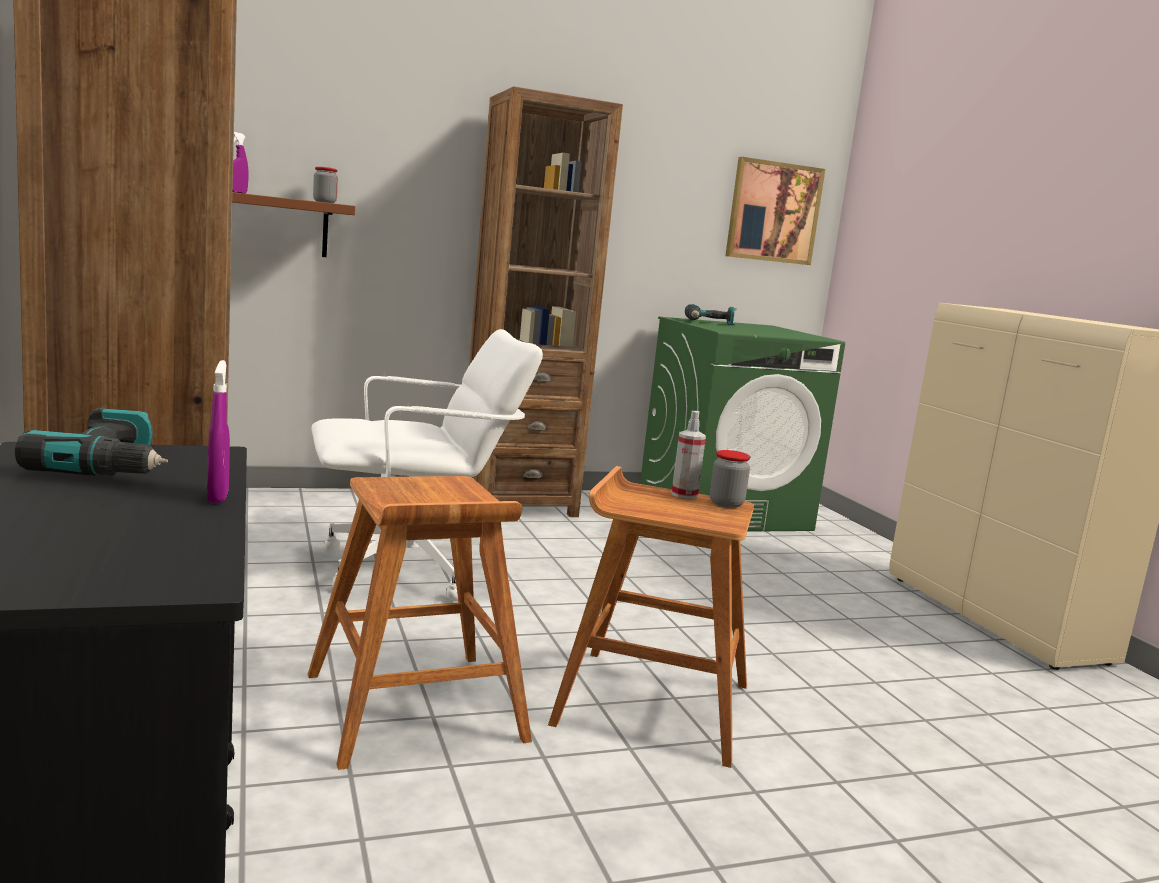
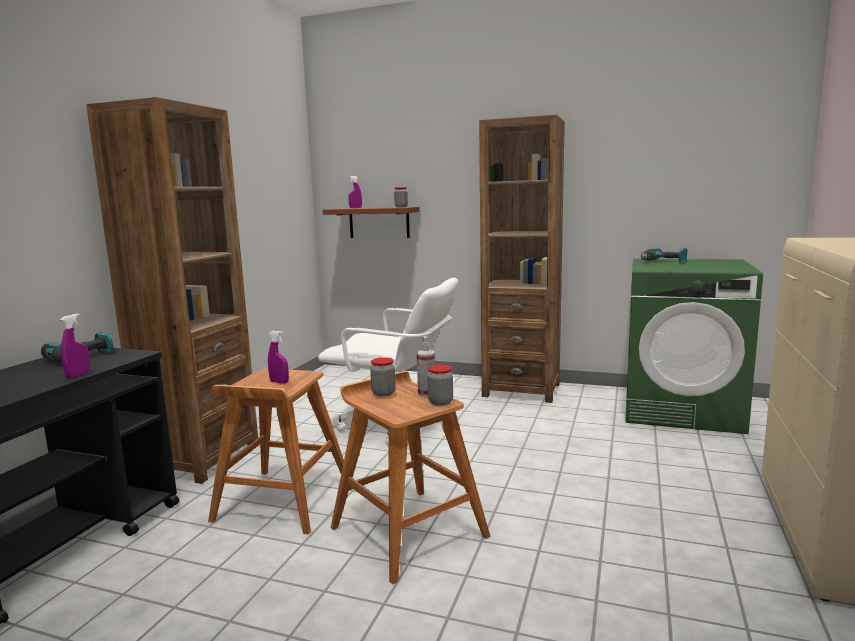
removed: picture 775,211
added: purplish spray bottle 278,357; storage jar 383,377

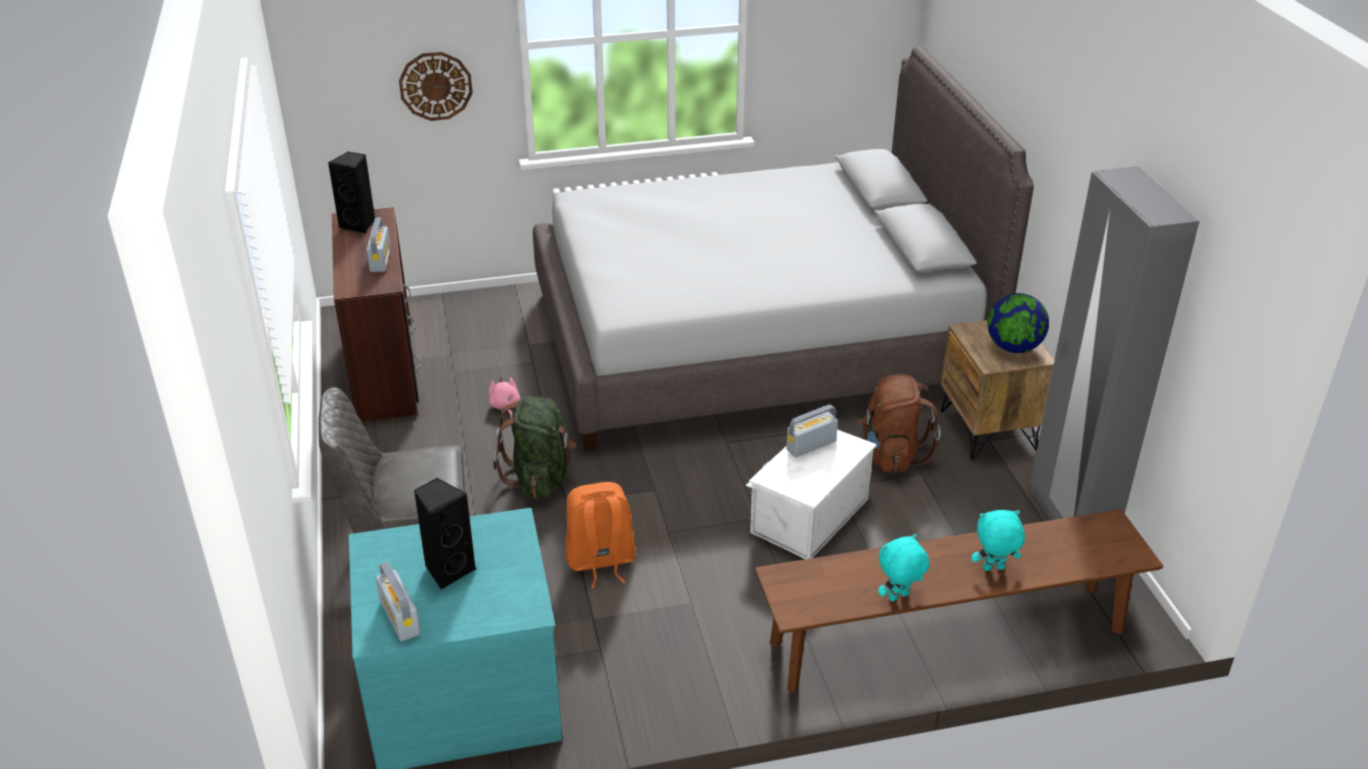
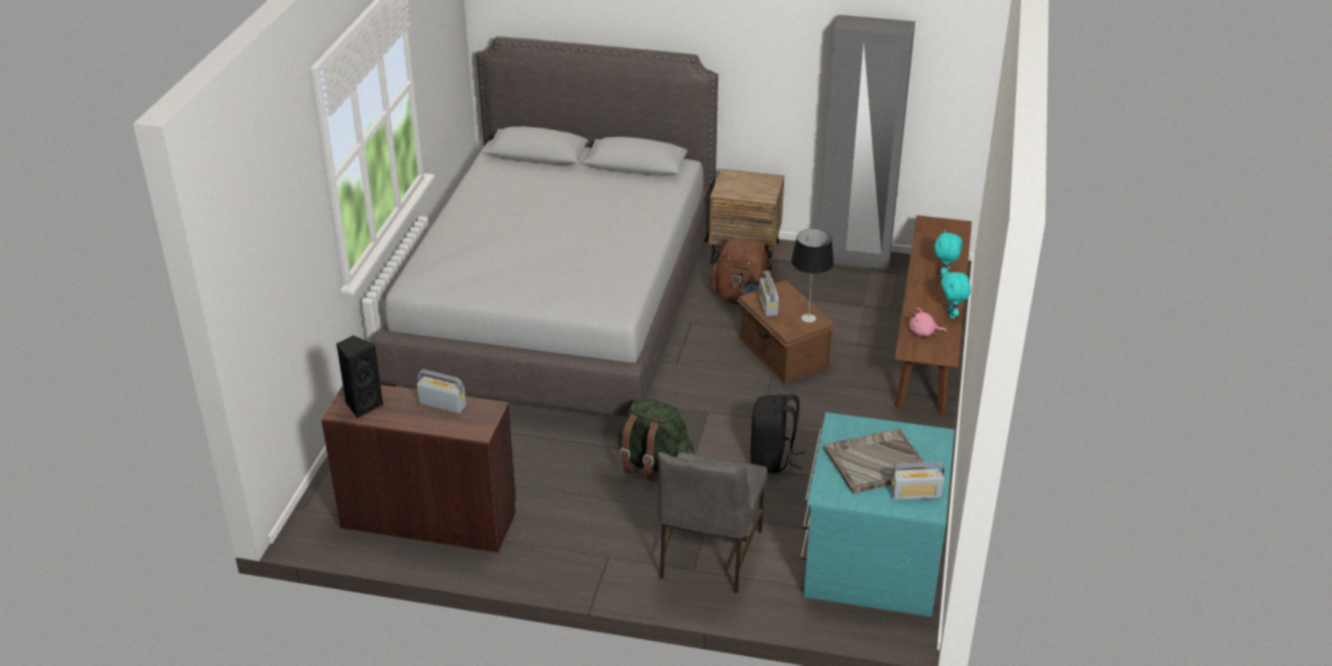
removed: hanging clock 436,86; globe 1018,323
added: table lamp 812,275
moved: pink cuddly toy 505,397 to 928,322
replaced: black speaker 444,534 to grey tray 876,461
recoloured: orange backpack 601,535 to black backpack 777,434; whitish storage container 811,494 to brown-coloured storage container 786,331

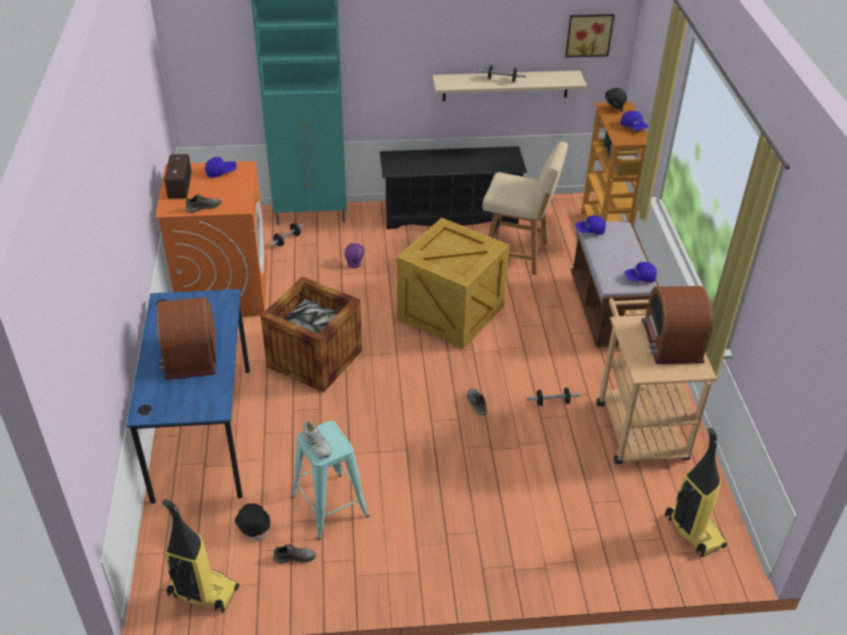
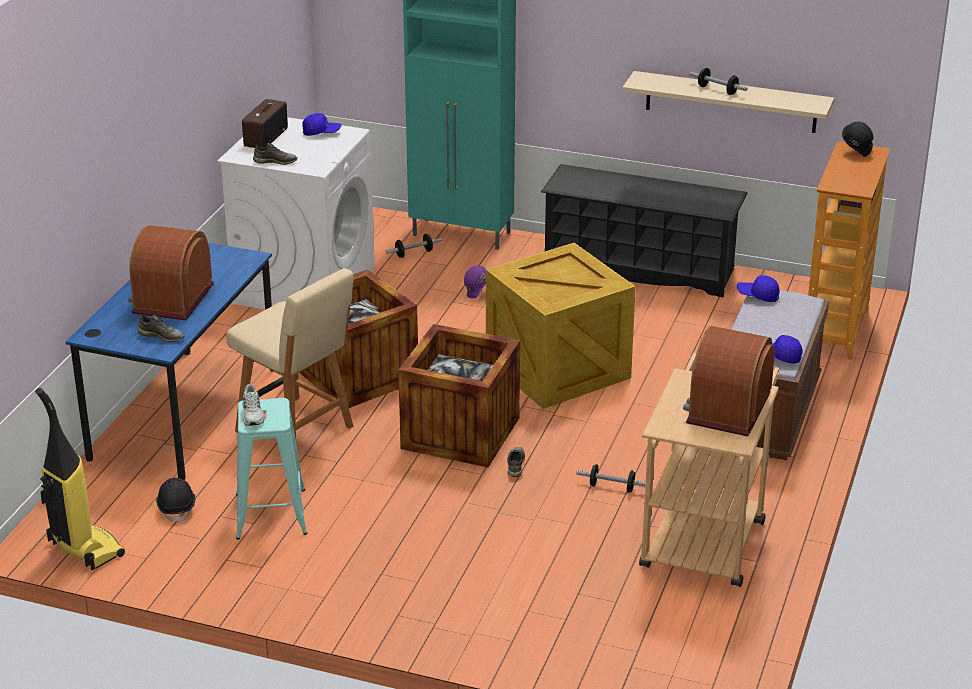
removed: picture 589,36; bluish peaked cap 635,121; vacuum 696,492
added: crate 459,395
moved: grey shoe 294,554 to 161,328; beige upright chair 525,208 to 289,353
recoloured: orange laundry machine 211,239 to whitish laundry machine 296,213

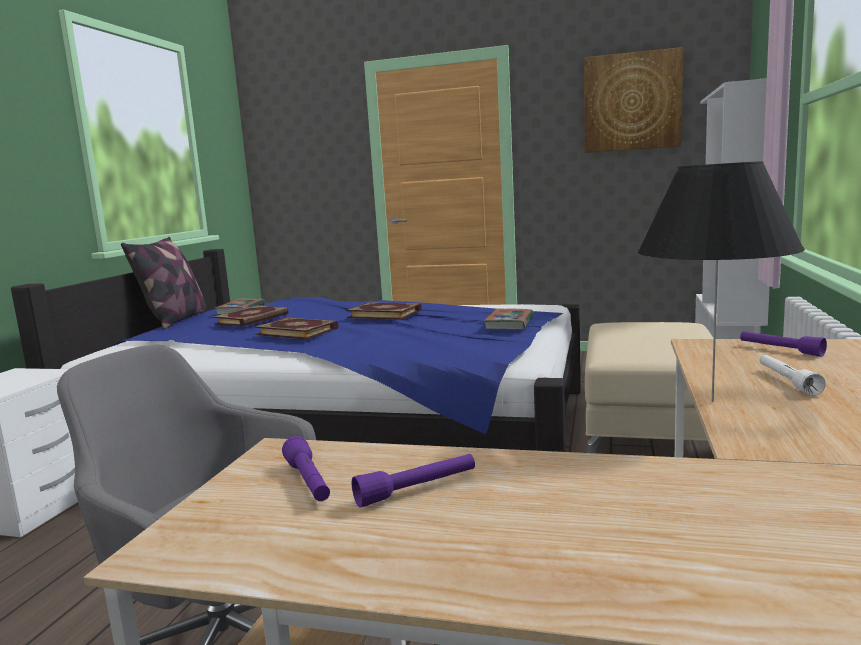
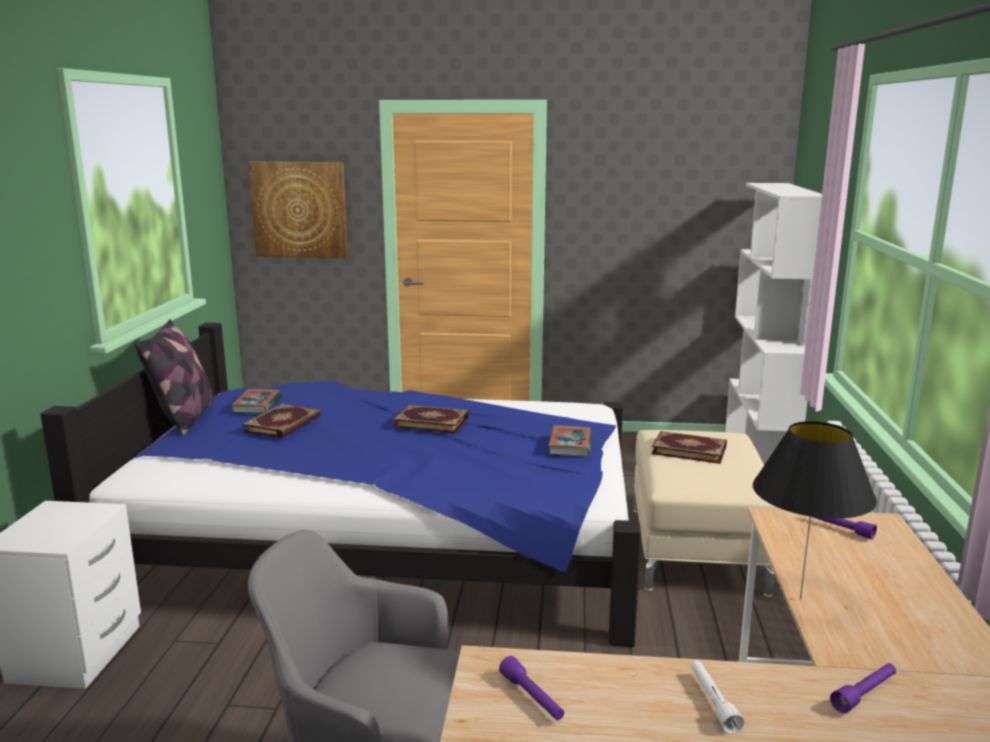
moved: book 296,329 to 689,447; purplish hand torch 413,480 to 863,688; picture 633,100 to 298,209; whitish hand torch 793,375 to 717,697

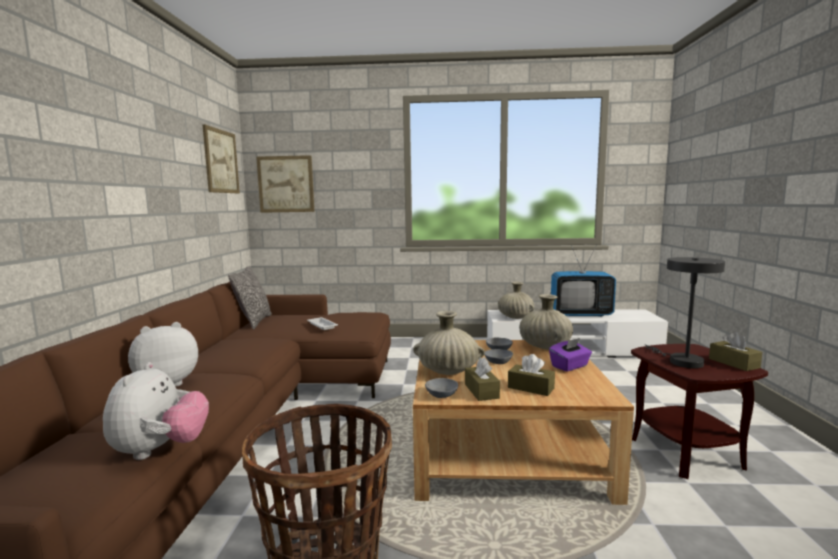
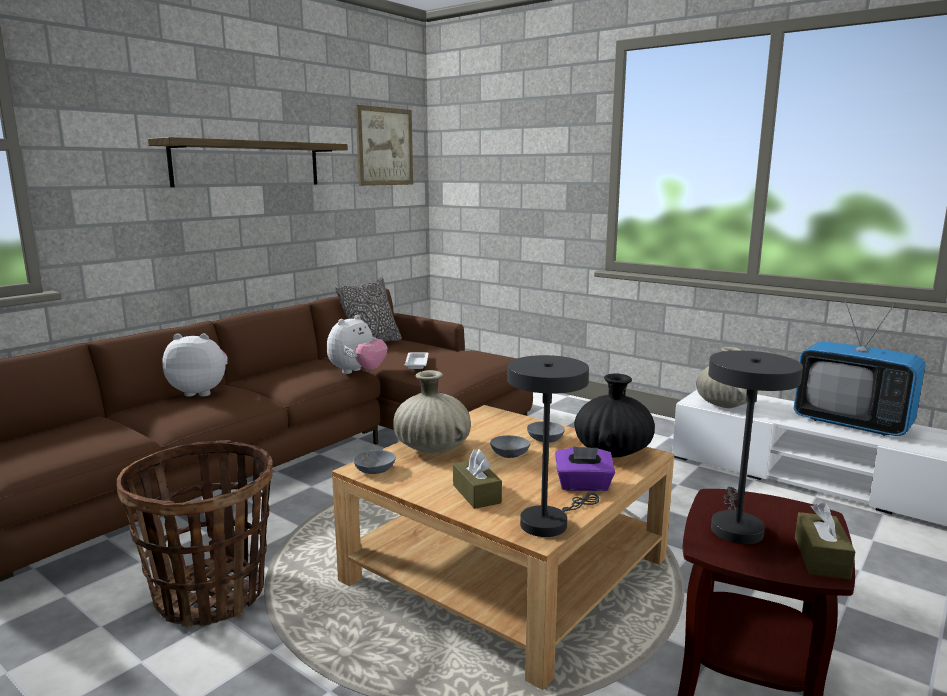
removed: picture 285,184; brown-coloured tissue holder 482,379
added: shelf 248,162; grey table lamp 553,446
moved: cuddly toy 156,411 to 357,344
recoloured: beige decorative vase 546,321 to black decorative vase 615,416

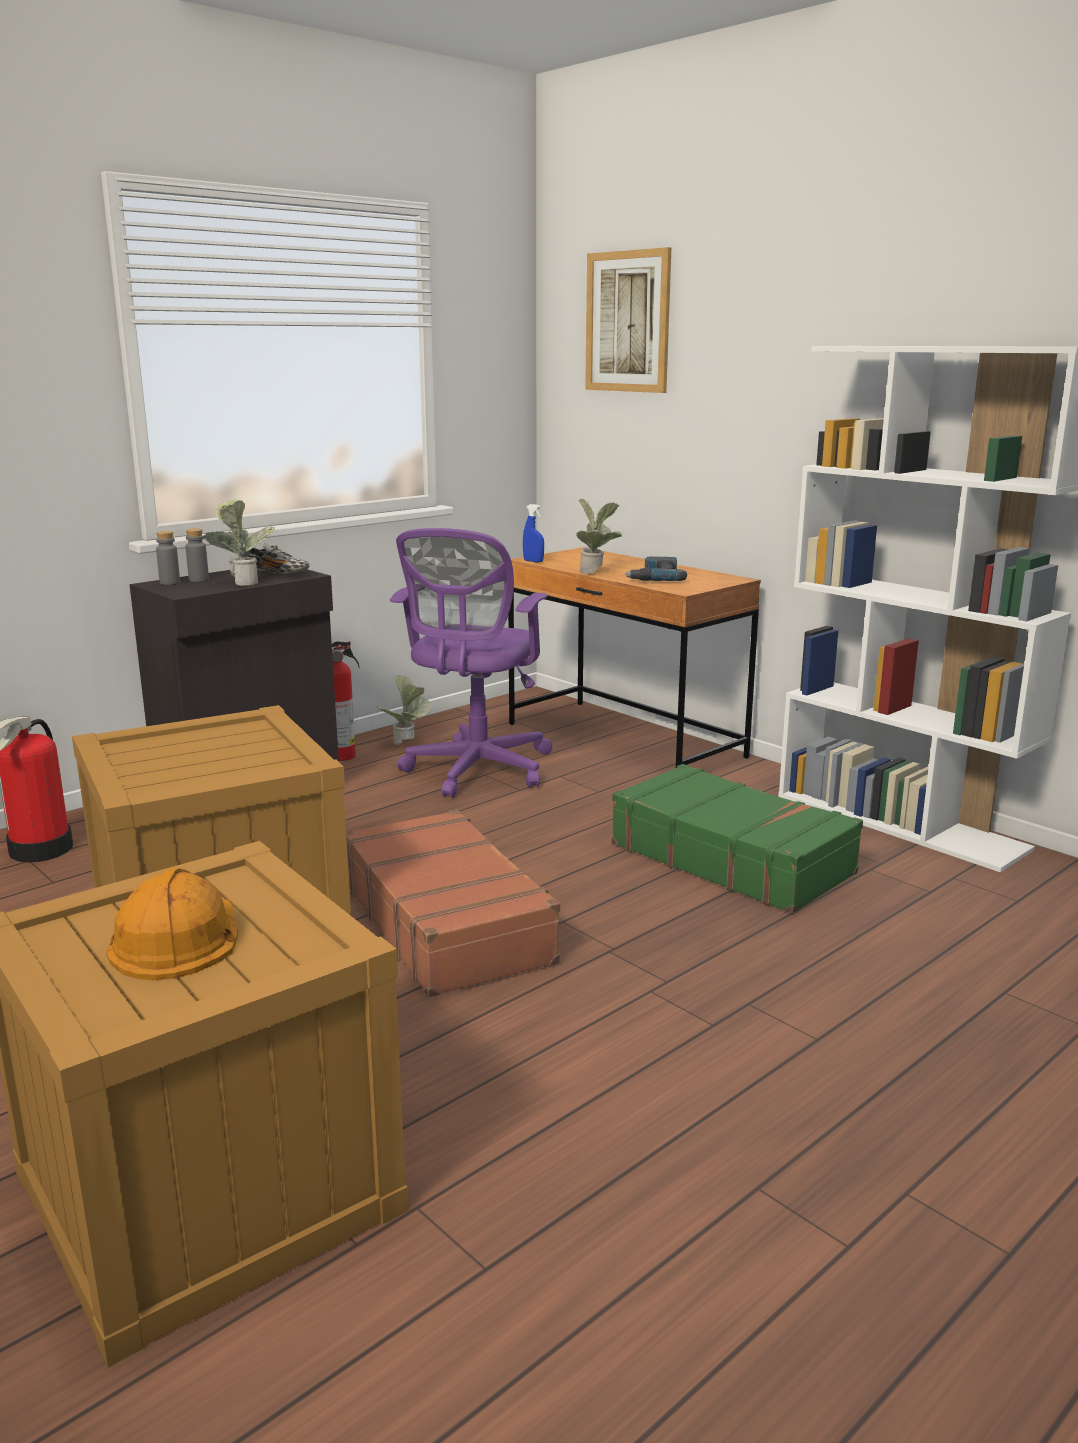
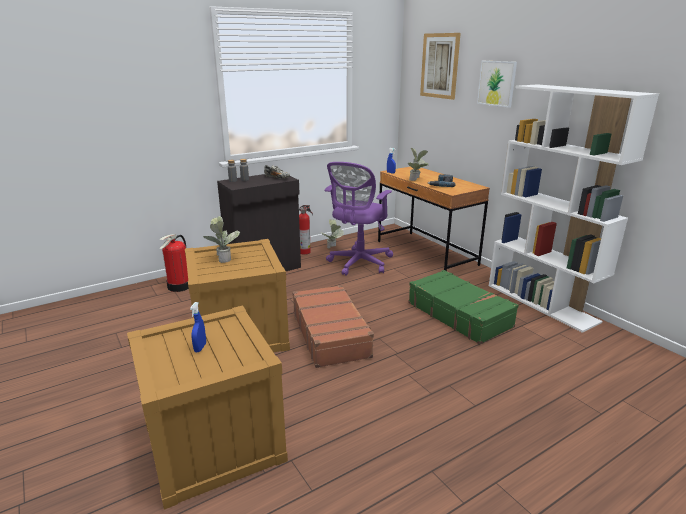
added: picture 497,84
moved: plant in a pot 238,542 to 222,239
replaced: orange safety helmet 172,924 to bluish spray bottle 198,327

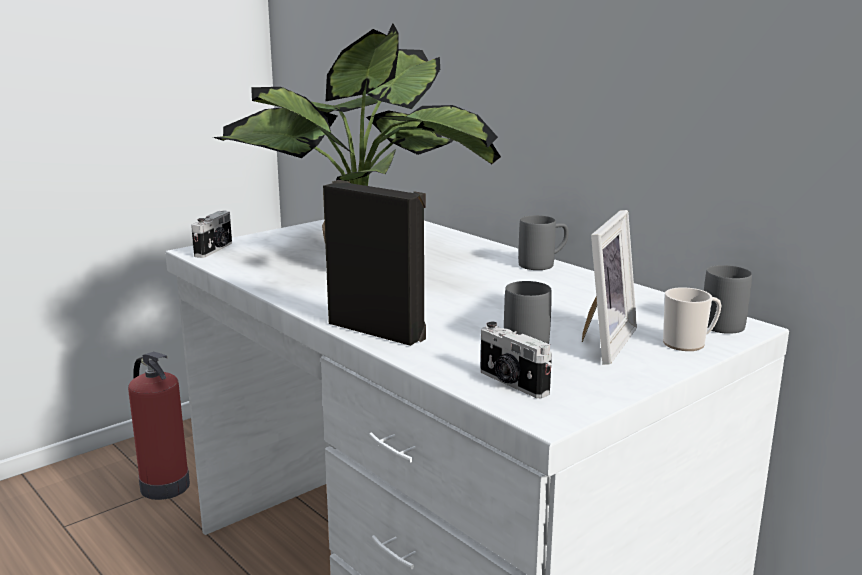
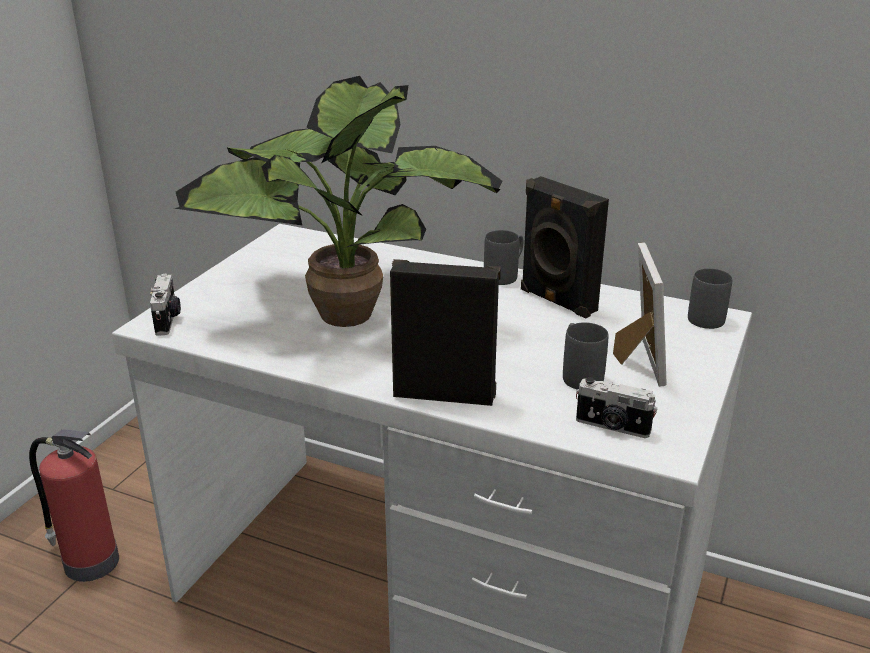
removed: mug 692,319
added: black speaker 565,247

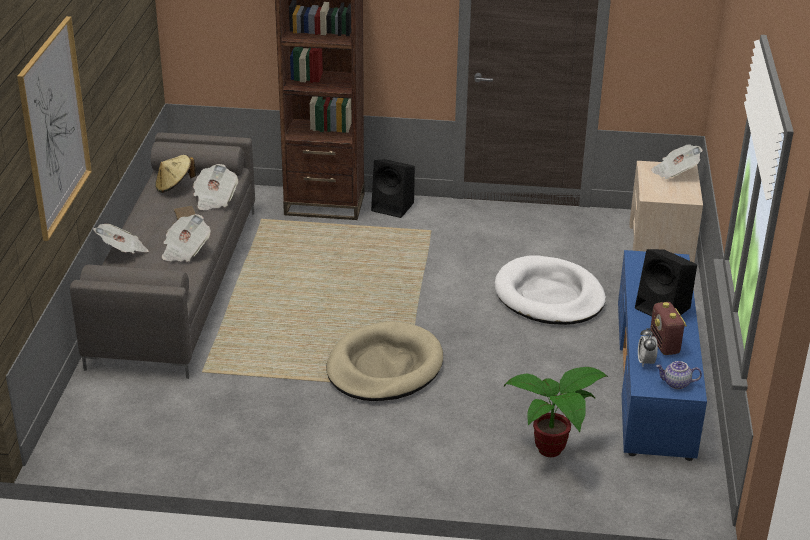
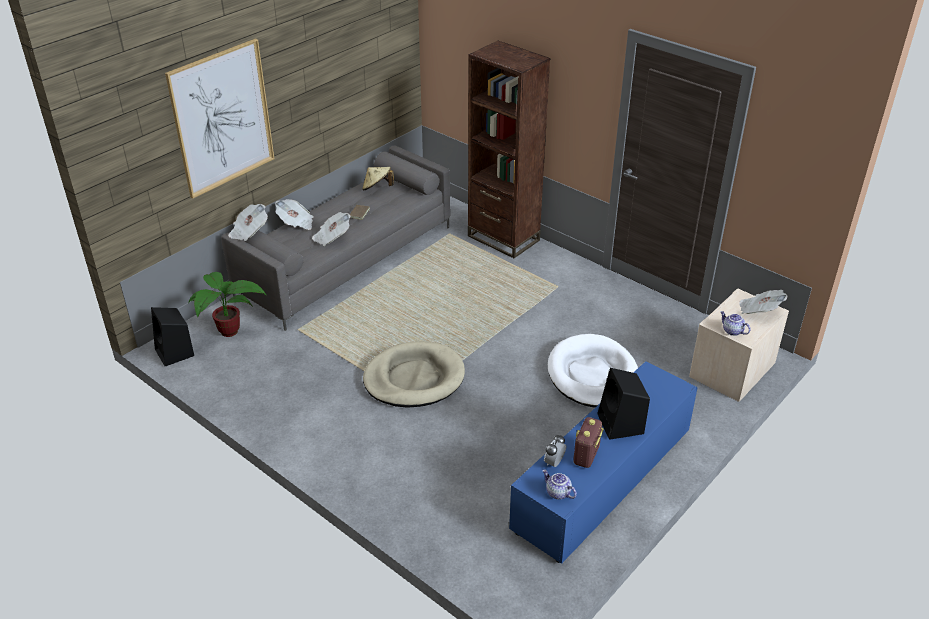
added: pot for tea 735,323
moved: daily paper 215,187 to 248,222; black speaker 393,188 to 172,336; plant in a pot 556,412 to 227,304

